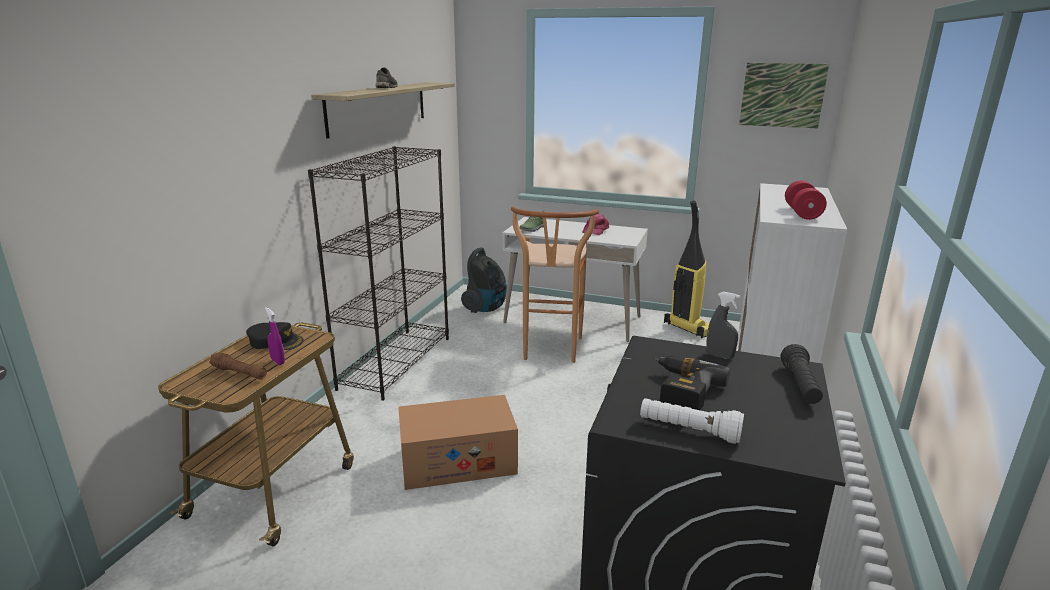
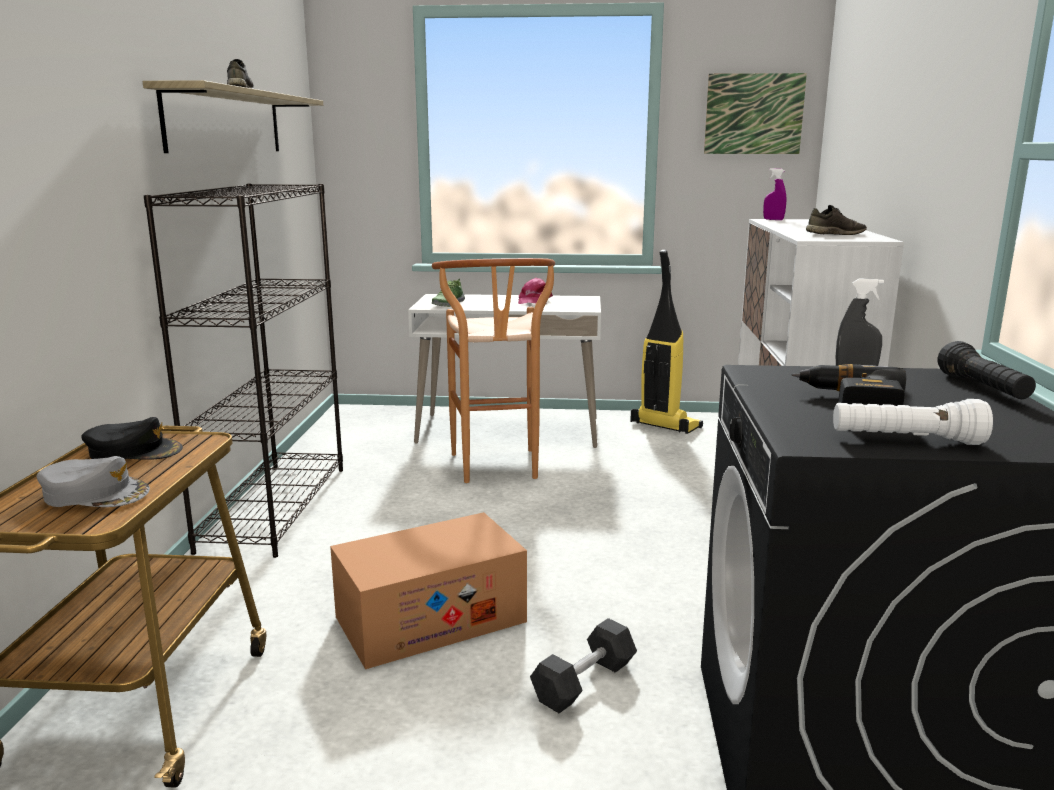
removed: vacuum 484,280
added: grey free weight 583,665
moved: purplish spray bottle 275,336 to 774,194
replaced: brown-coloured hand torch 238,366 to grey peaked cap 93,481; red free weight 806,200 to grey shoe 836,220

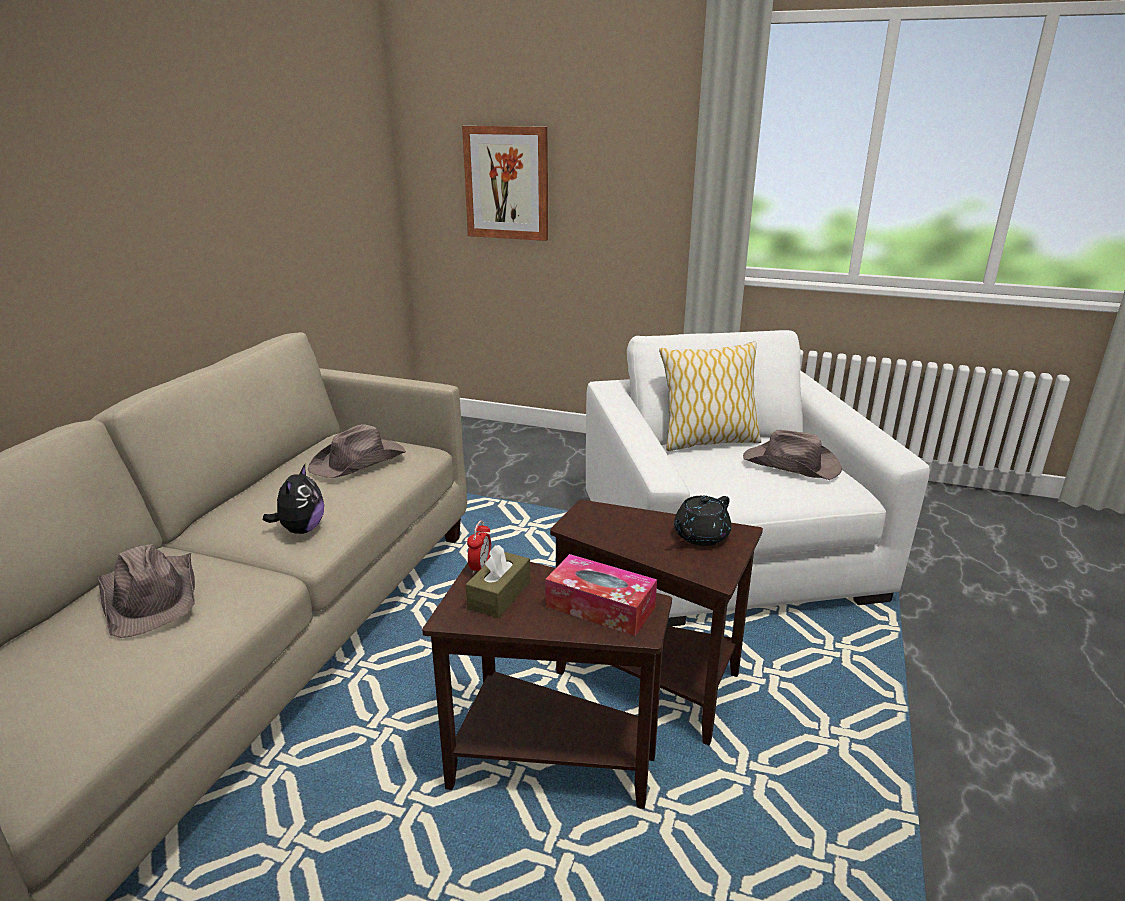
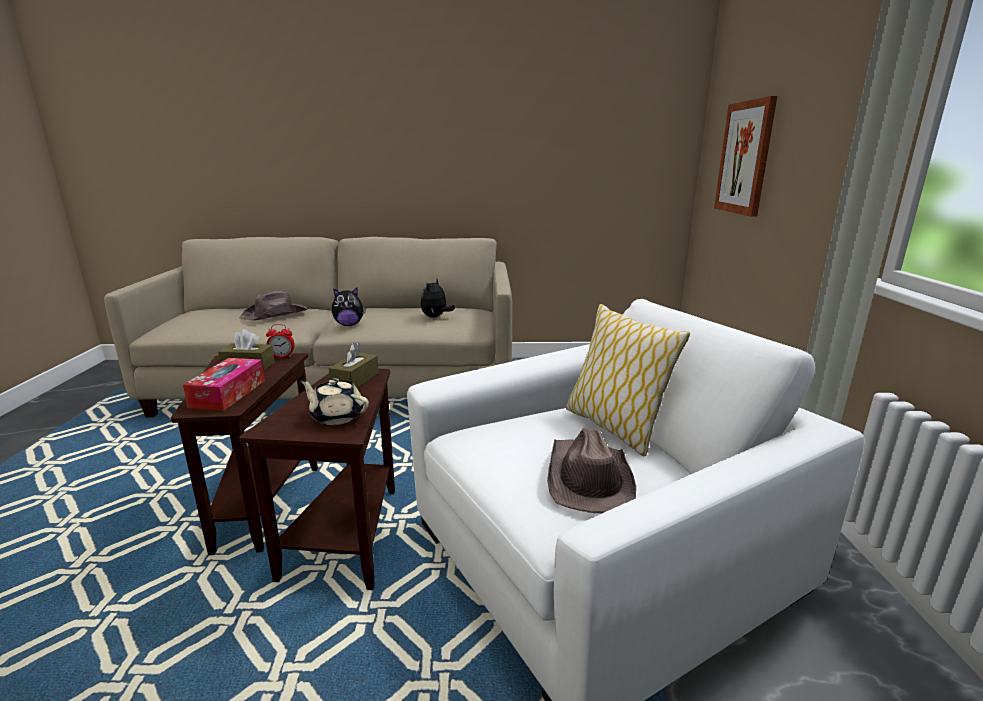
added: brown-coloured tissue holder 354,365
replaced: brown-coloured hat 357,451 to cuddly toy 438,298
recoloured: black pot for tea 702,520 to beige pot for tea 334,401

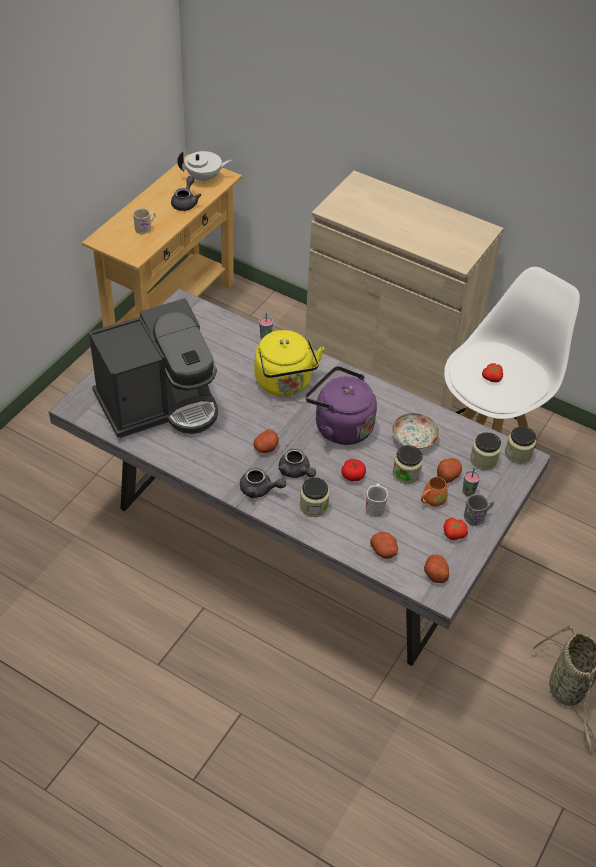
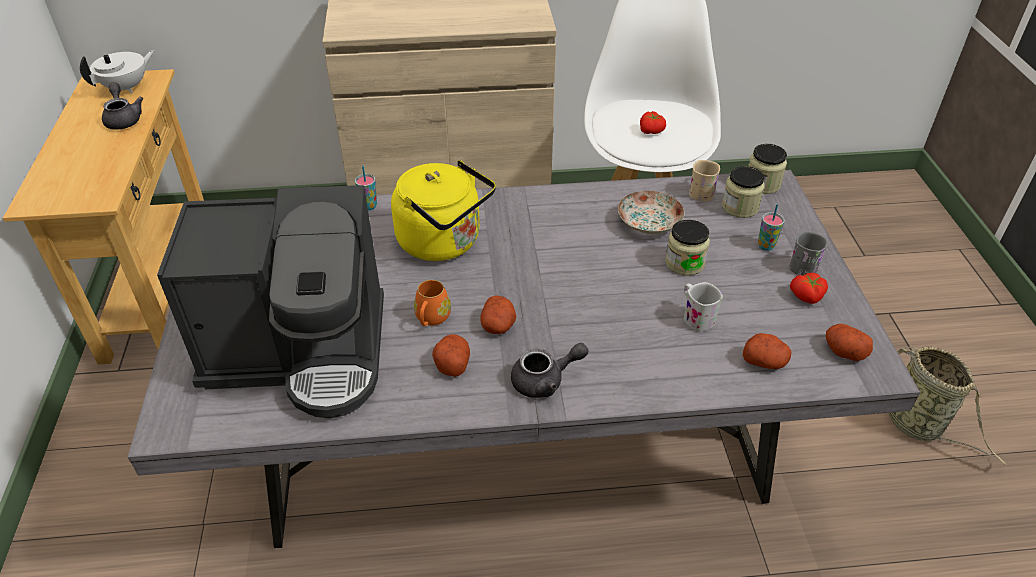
removed: grey pot for tea 297,463; storage jar 314,497; purplish water kettle 341,405; whole tomato 353,470
moved: beige mug 144,221 to 704,180; orange mug 434,492 to 432,303; potato 449,470 to 451,355
turned: coffee brewer 153,368 = 270,301 60 degrees clockwise

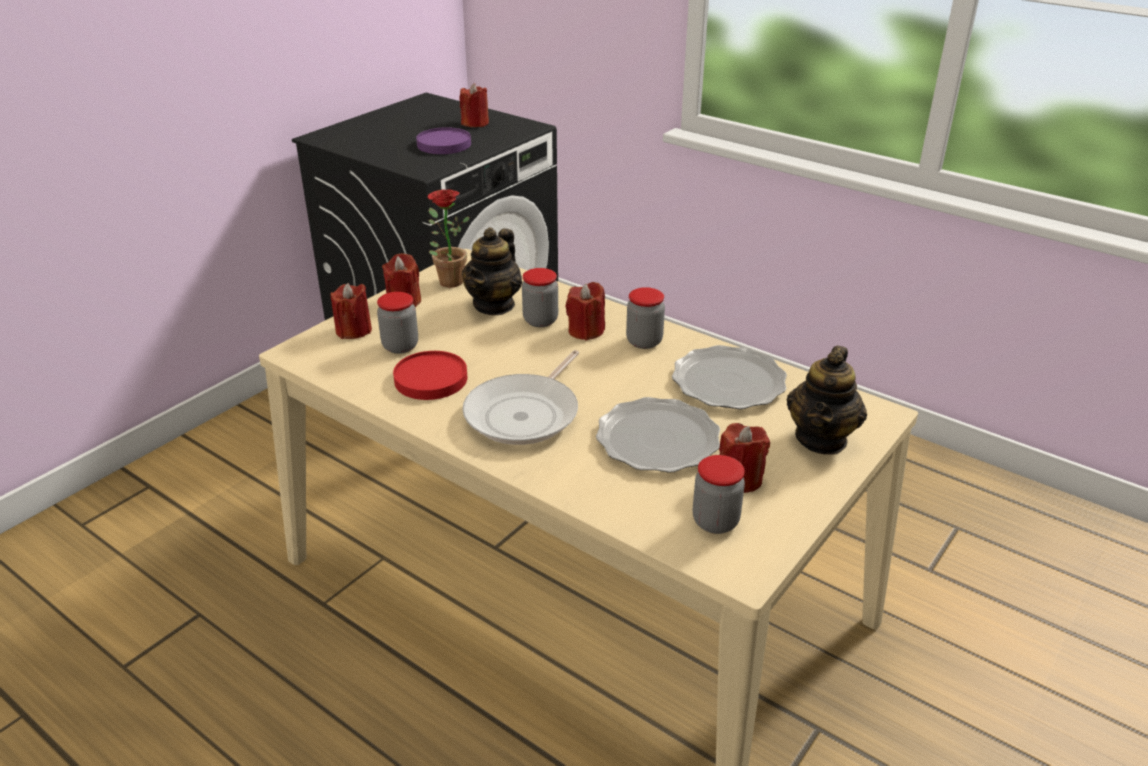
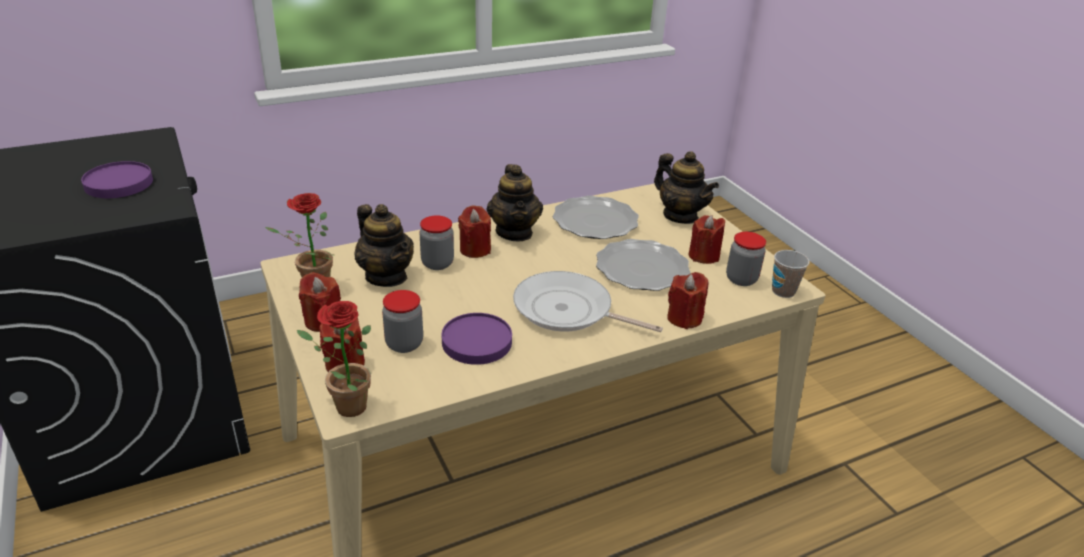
added: plant in a pot 334,359; small cup 790,274
moved: red wax light 474,105 to 687,300
replaced: storage jar 645,318 to pot for tea 515,203
recoloured: red plate 430,375 to purplish plate 477,339
turned: skillet 520,397 = 588,301 150 degrees clockwise

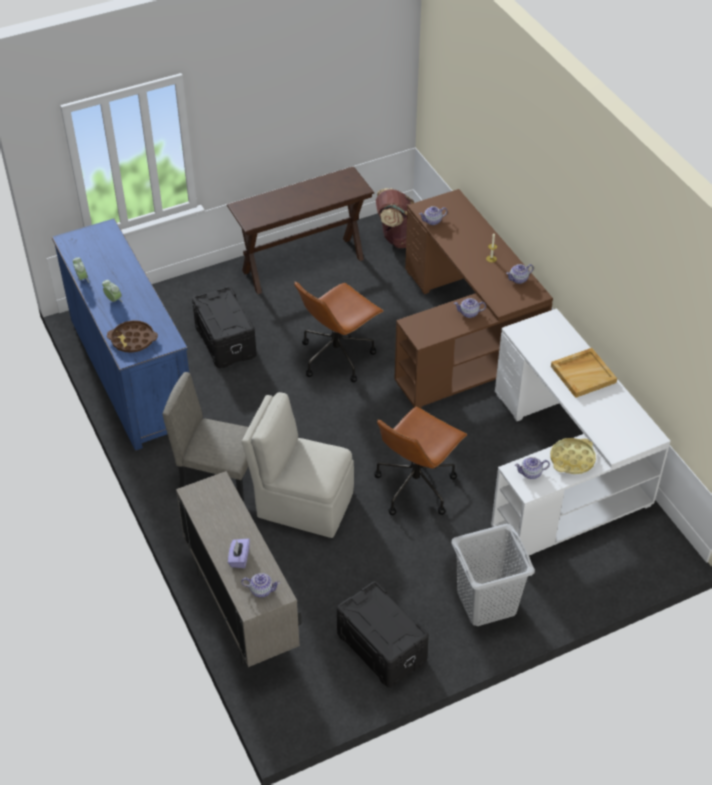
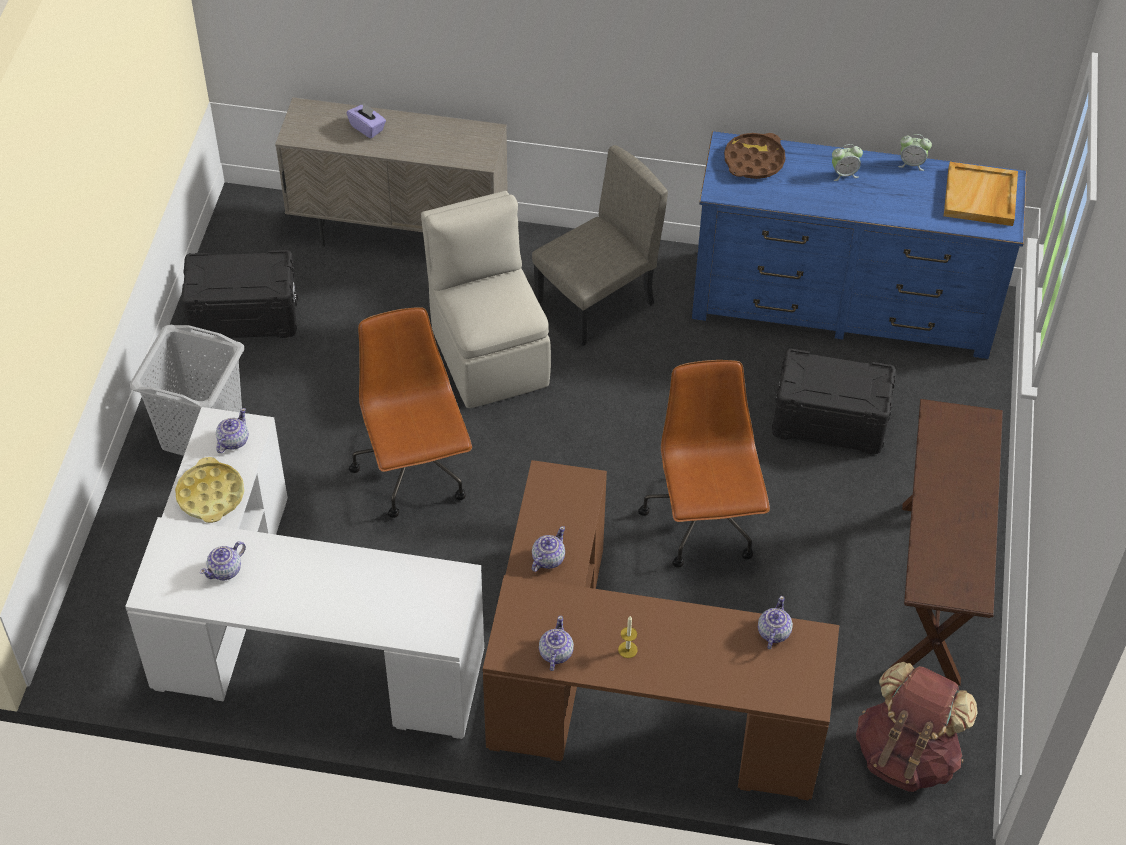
moved: pot for tea 260,585 to 223,560; beige tray 584,373 to 981,194
turned: beige upright chair 298,465 = 486,299 75 degrees counterclockwise

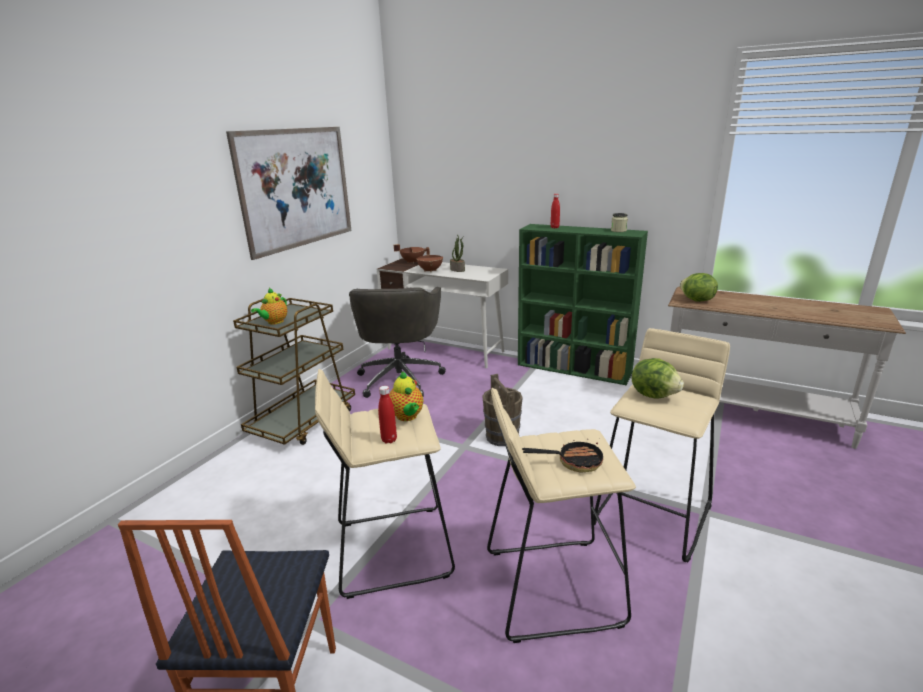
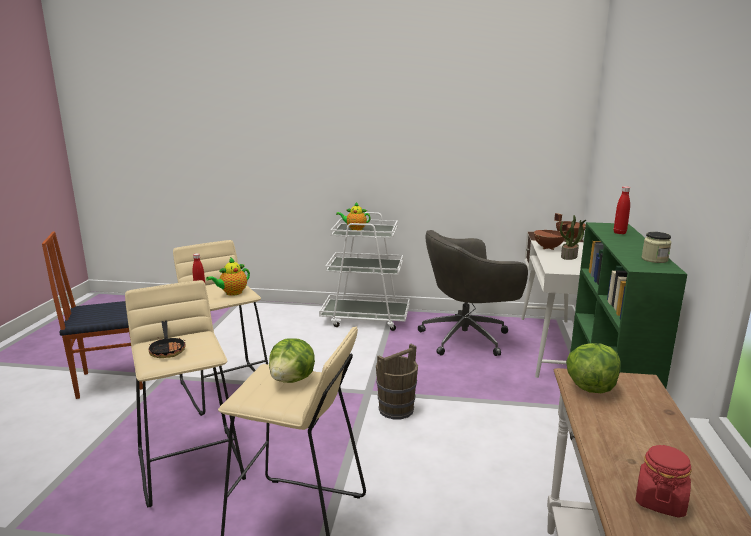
removed: picture 289,193
added: red storage jar 663,481
recoloured: brown-coloured wheeled cart 294,371 to whitish wheeled cart 364,271

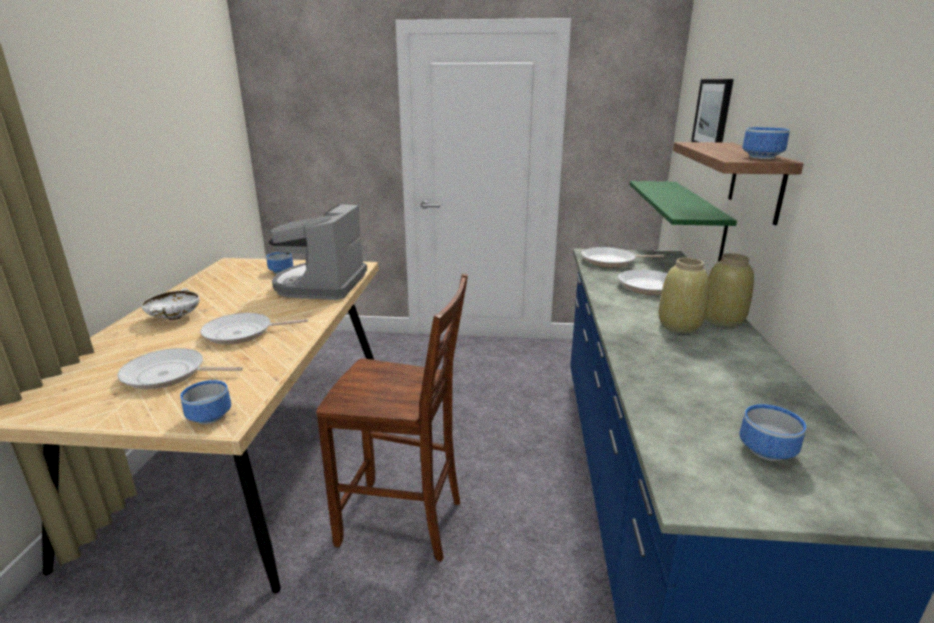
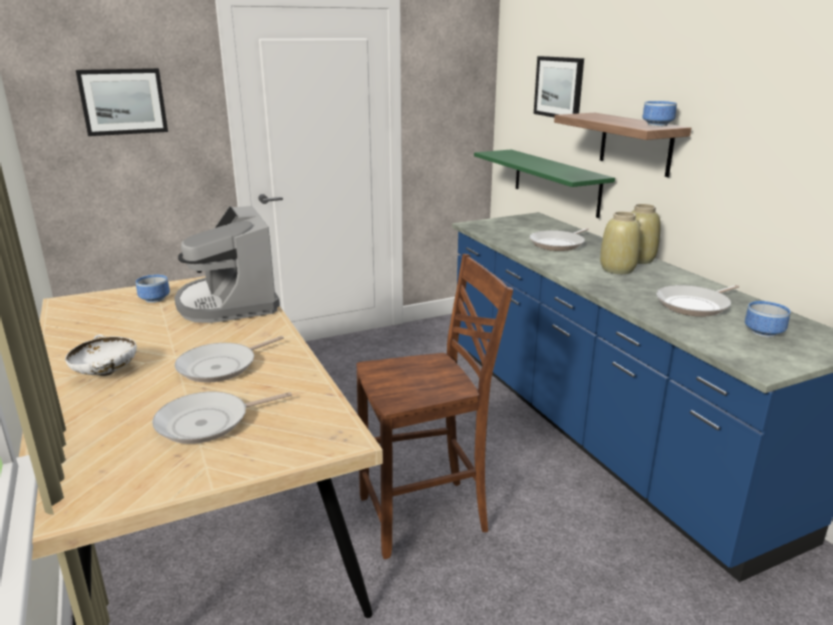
removed: serving bowl 205,402
added: picture 122,102
moved: skillet 622,257 to 697,301

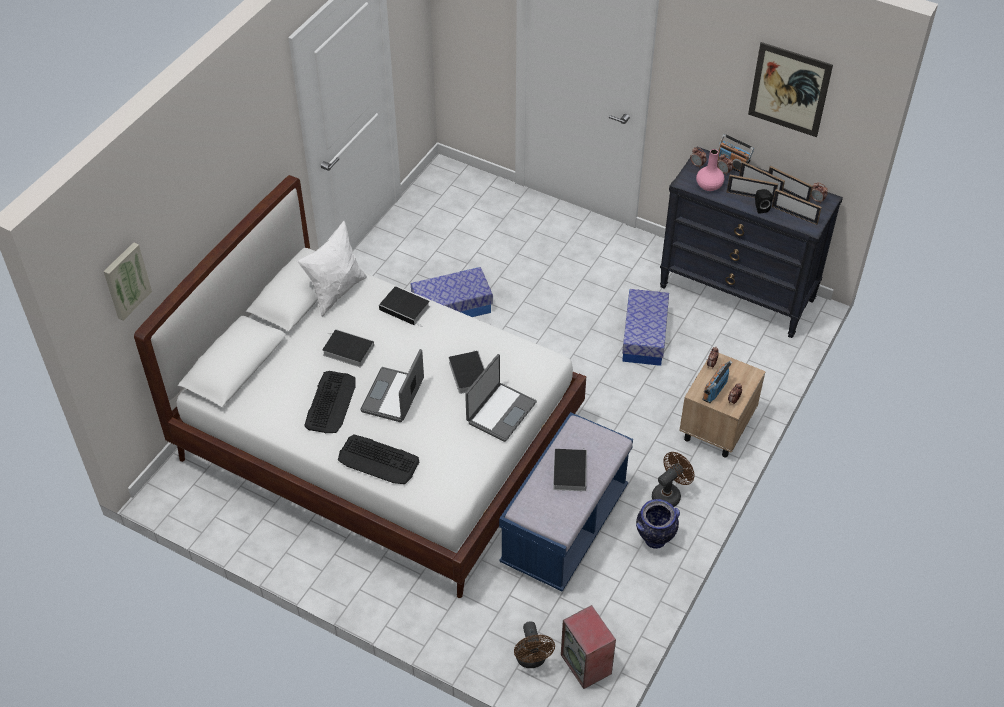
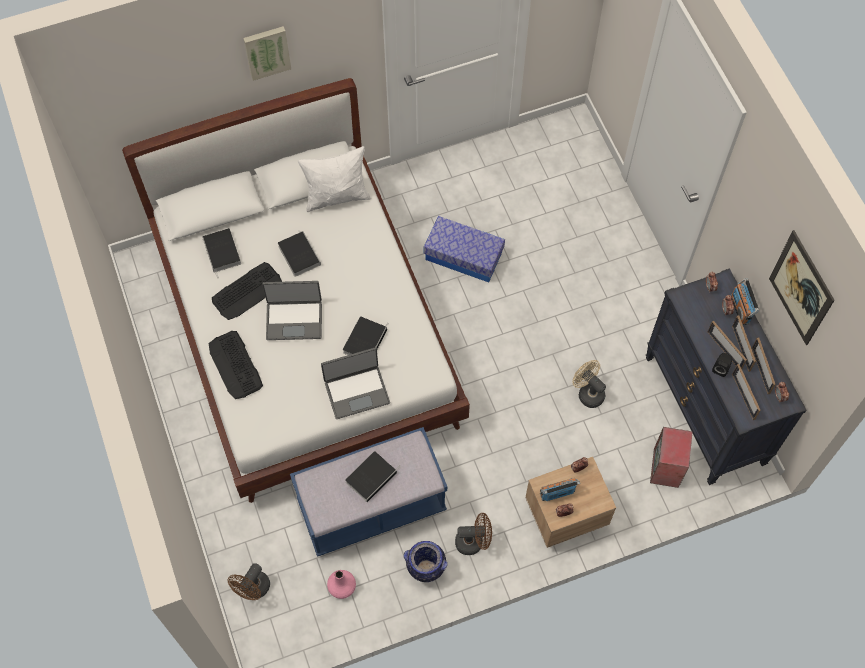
moved: picture 127,281 to 267,53; book 404,306 to 221,253; speaker 588,647 to 671,457; pink decorative vase 710,170 to 341,584
replaced: storage container 645,327 to beige electric fan 589,384
turned: laptop 392,385 = 292,310 150 degrees counterclockwise

